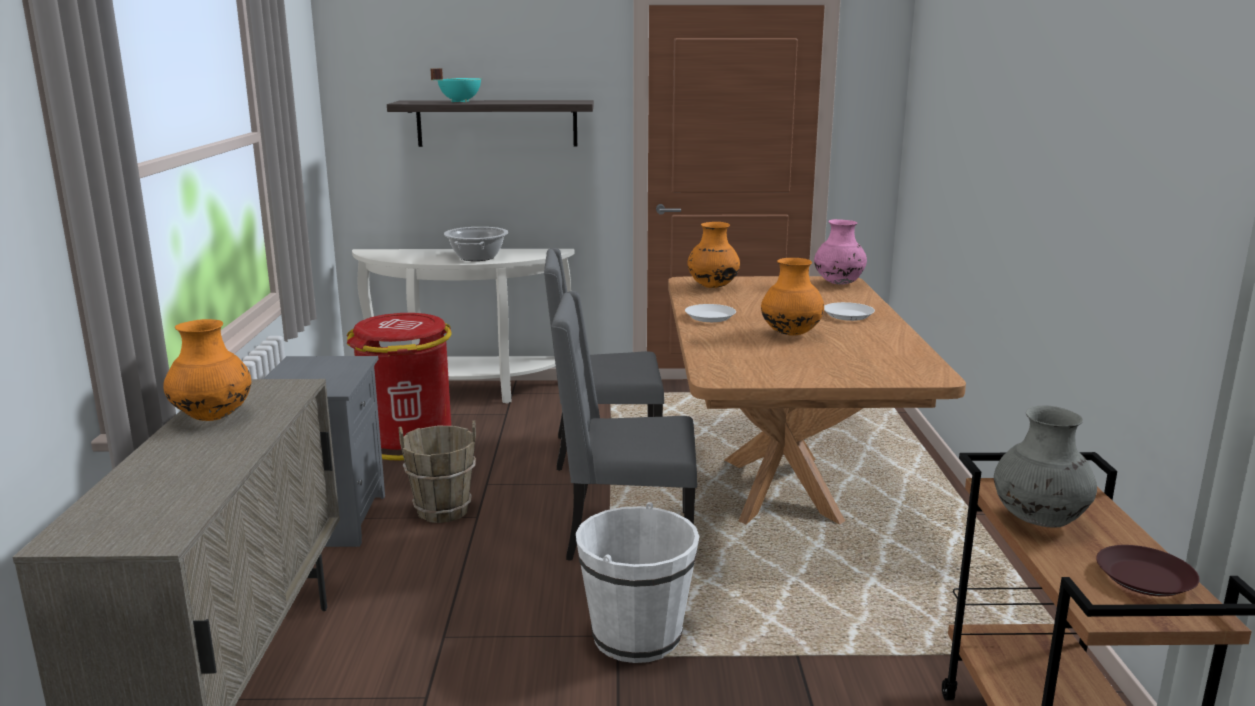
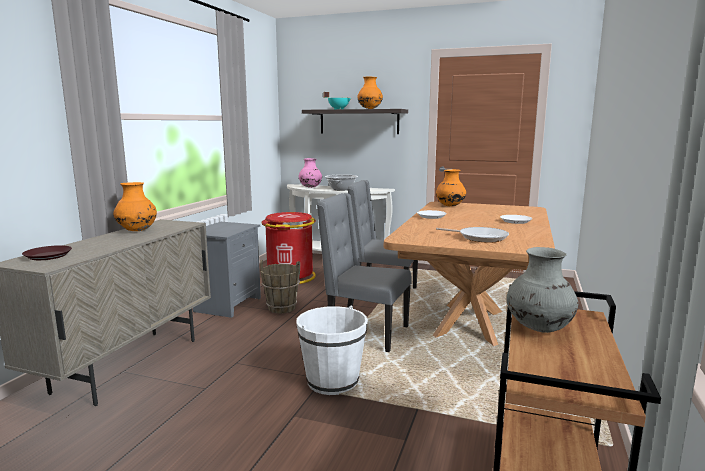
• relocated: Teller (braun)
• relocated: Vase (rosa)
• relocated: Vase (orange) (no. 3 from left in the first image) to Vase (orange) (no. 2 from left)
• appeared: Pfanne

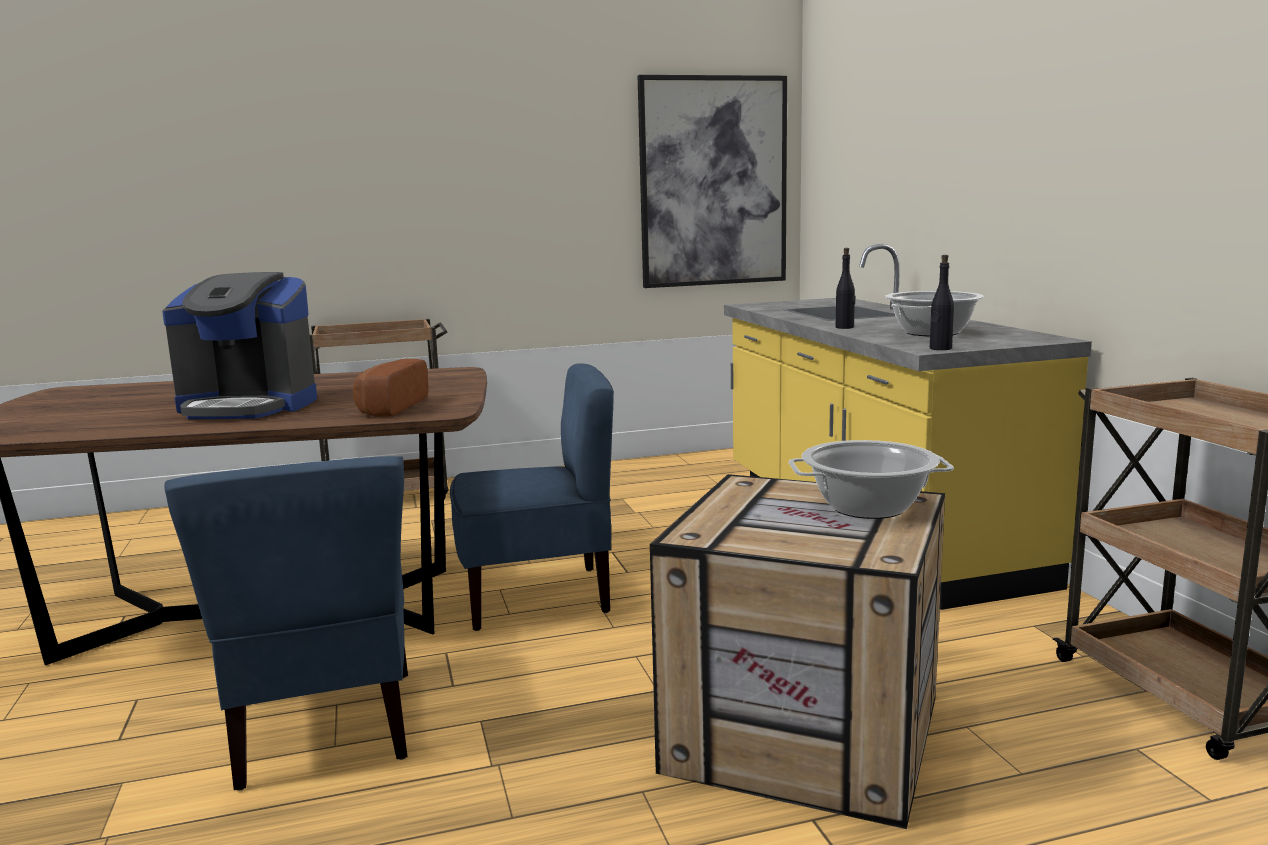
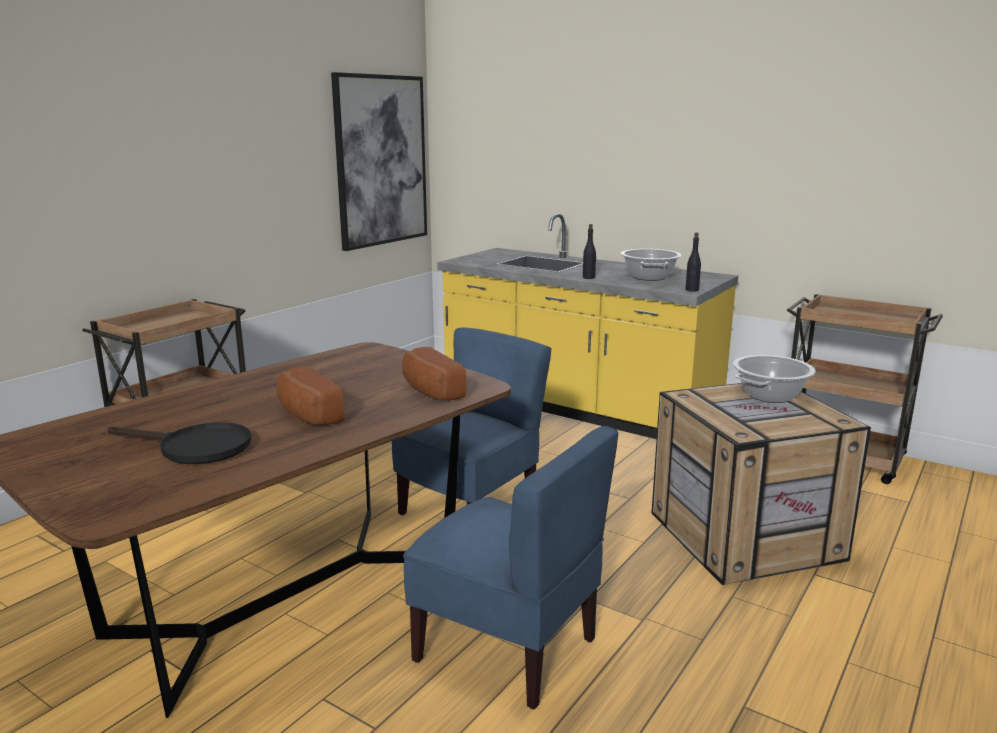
• appeared: Pfanne (schwarz)
• exchanged: Kaffeemaschine to Brot (no. 1 from left)

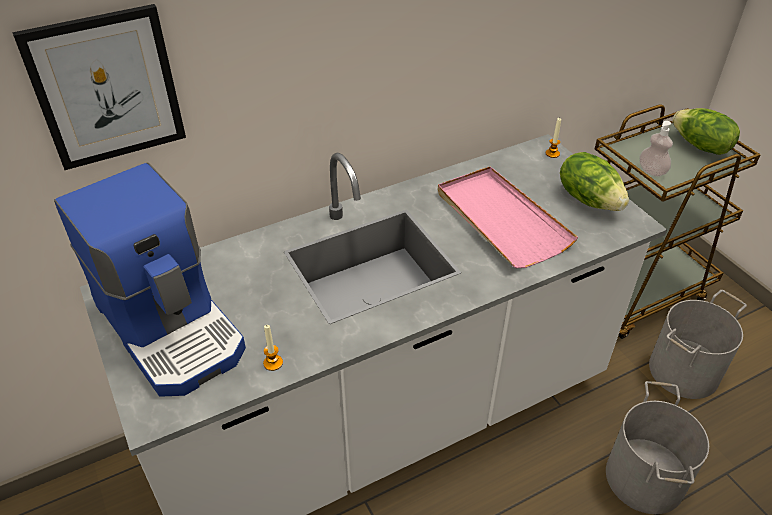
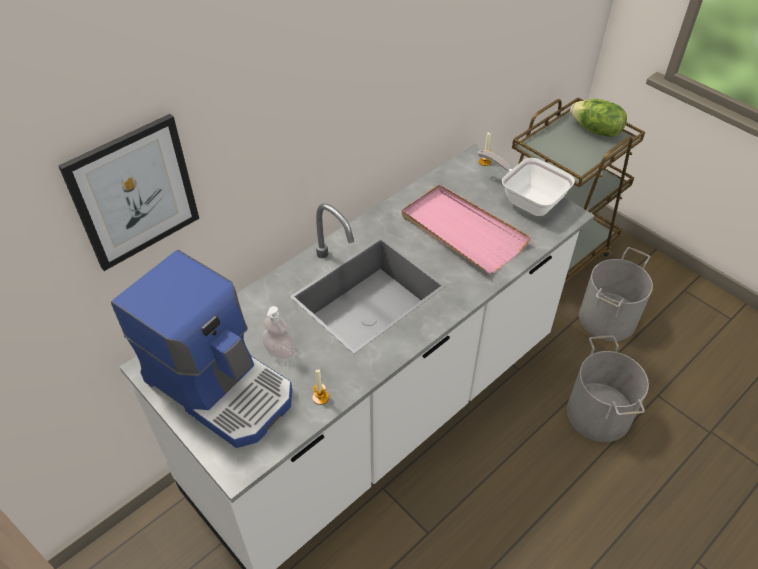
• relocated: Seifenspender
• exchanged: Salatkopf (no. 1 from left) to Pfanne

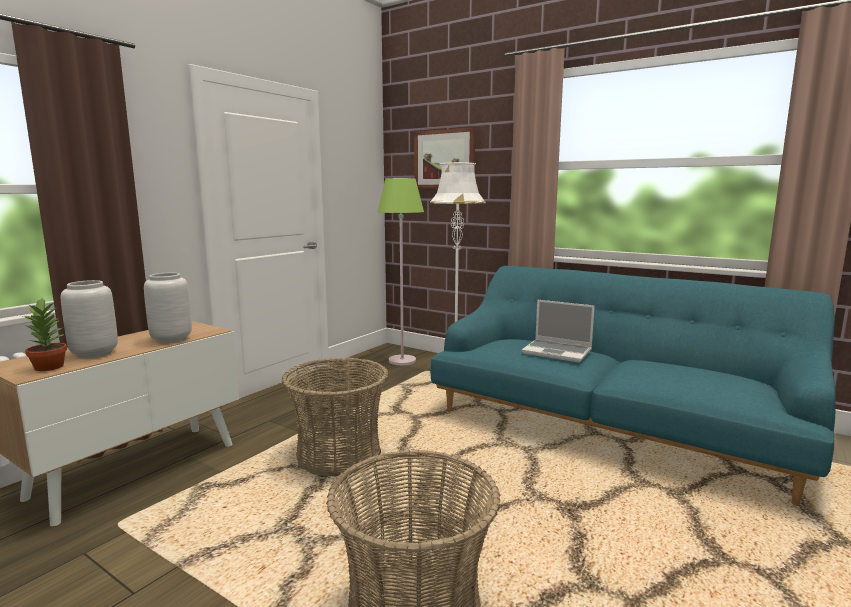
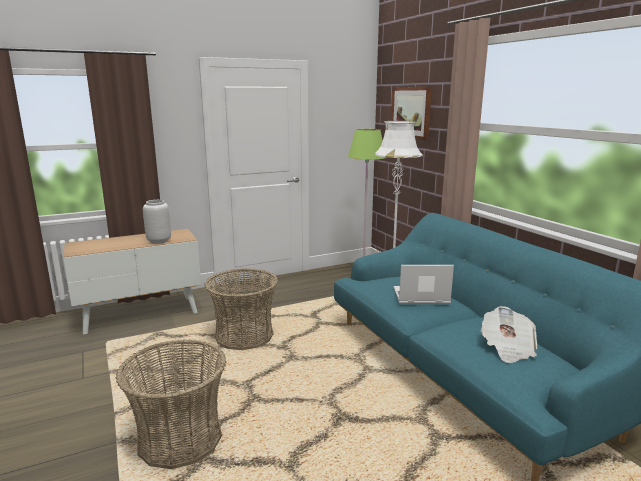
• spun: Laptop 120 degrees clockwise
• appeared: Zeitung
• missing: Topfpflanze
• missing: Vase (grau) (no. 1 from left)

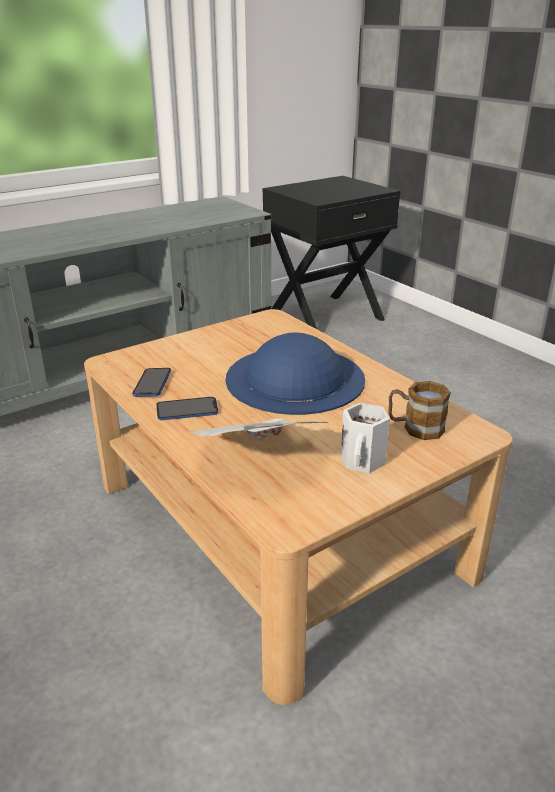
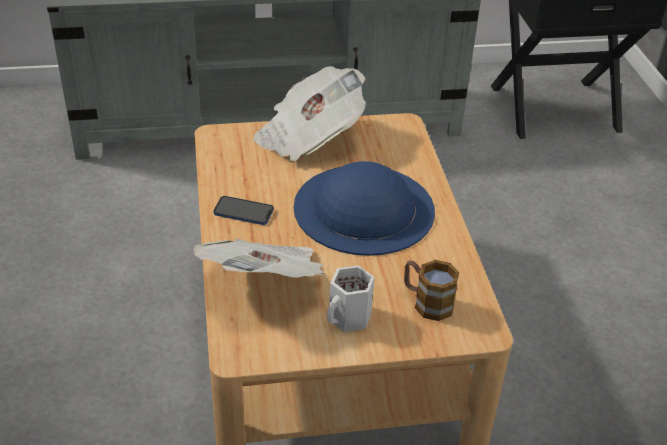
• appeared: Zeitung (no. 2 from left)
• missing: Handy (no. 1 from left)

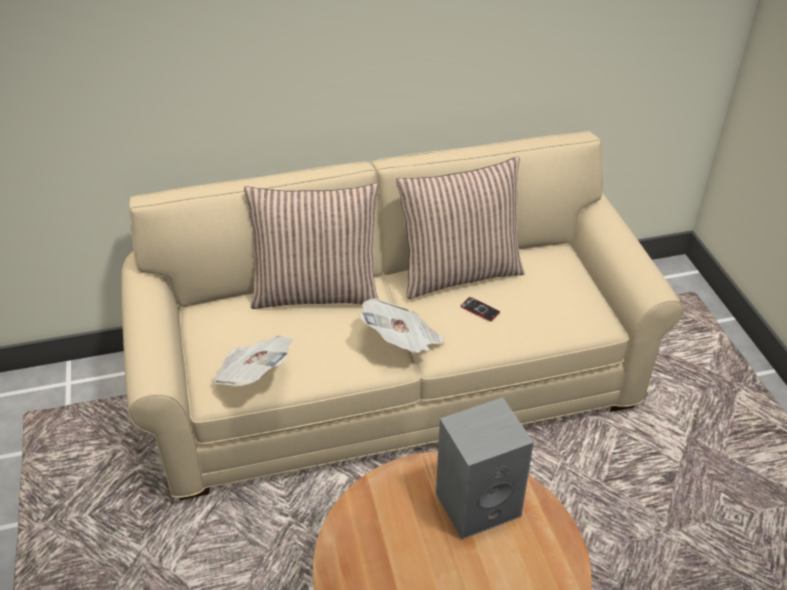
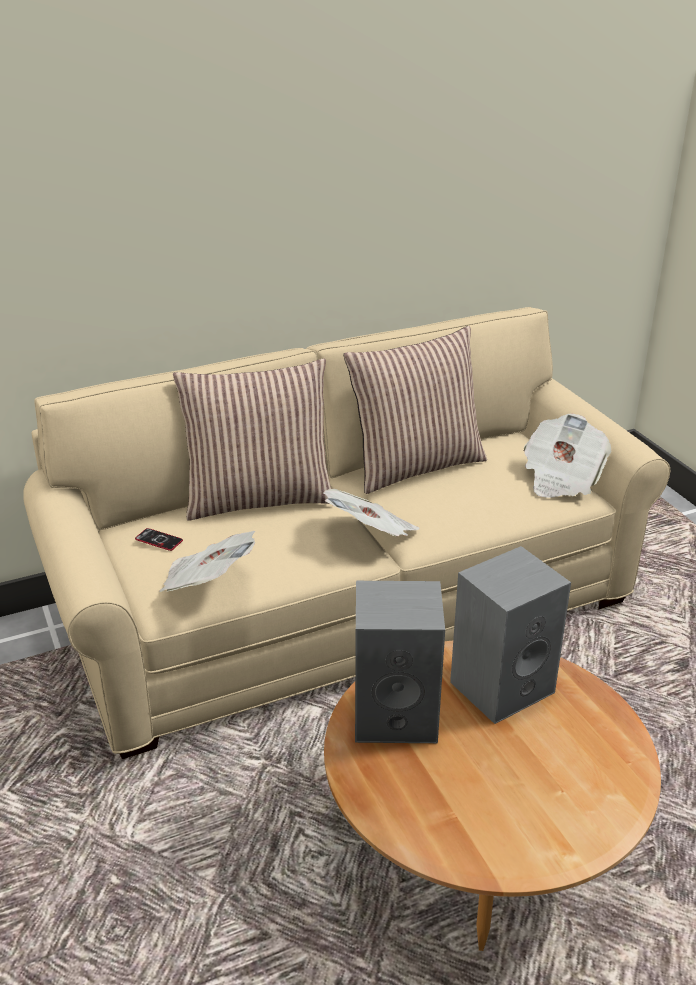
• relocated: Handy
• appeared: Lautsprecher (grau) (no. 1 from left)
• appeared: Zeitung (no. 3 from left)

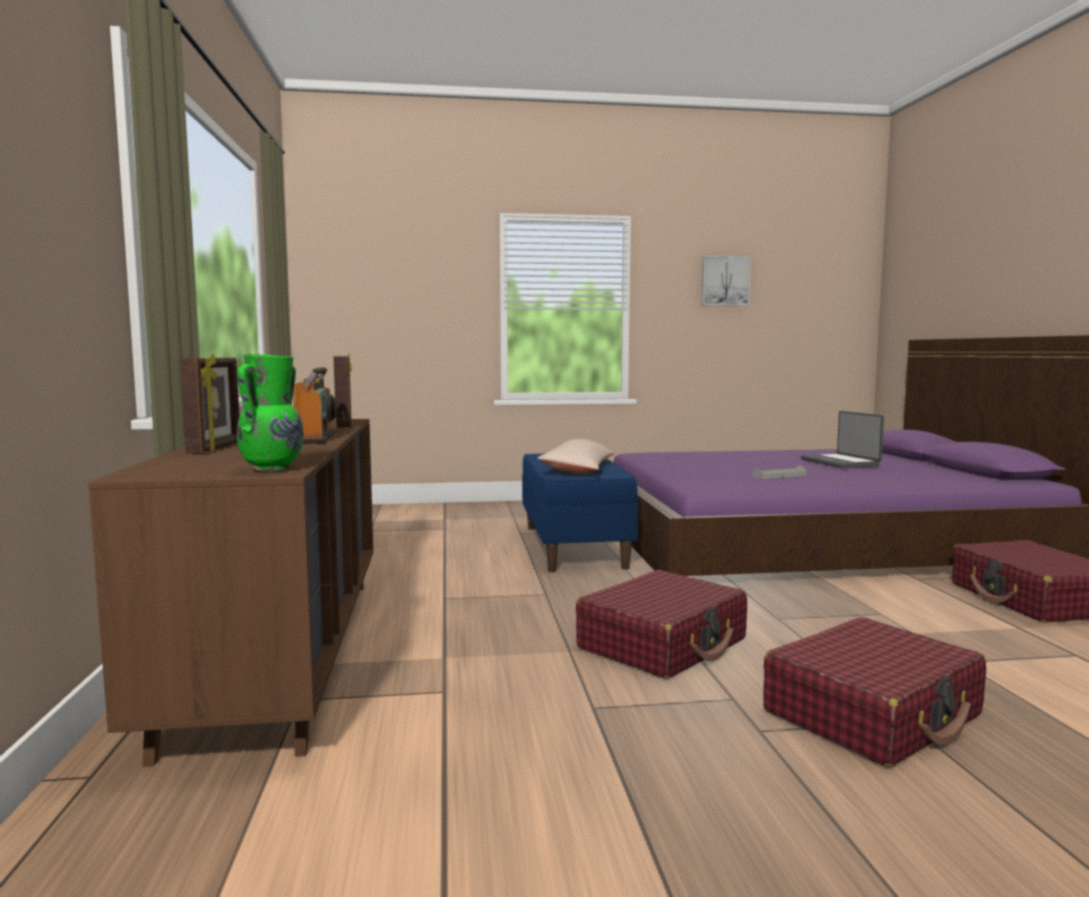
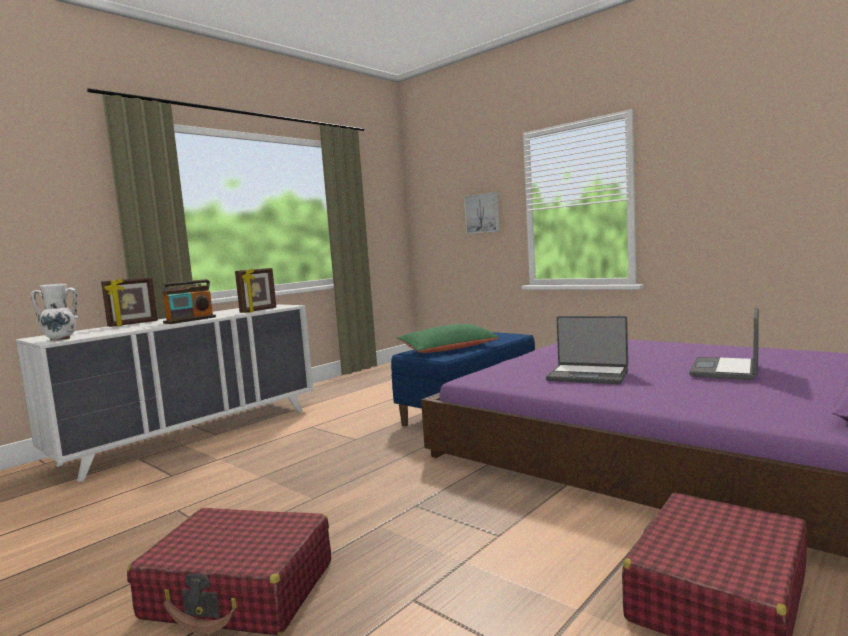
• colour: Kommode (braun) to Kommode (weiß)
• colour: Vase (grün) to Vase (weiß)
• colour: Kissen (beige) to Kissen (grün)
• relocated: Bild
• exchanged: Tablett (grau) to Laptop (no. 1 from left)
• missing: Koffer (rot) (no. 1 from left)

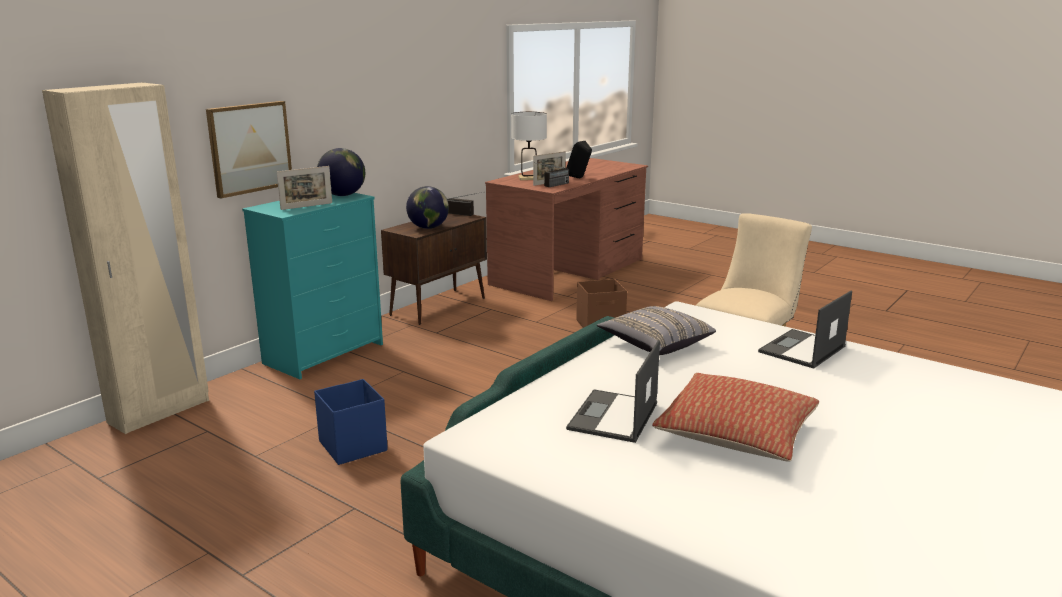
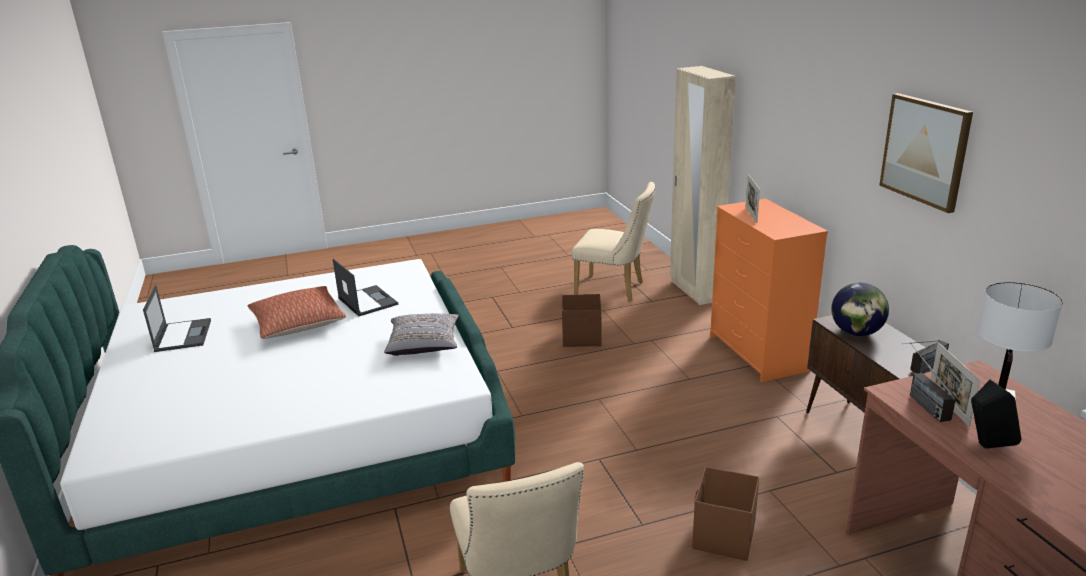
• relocated: Laptop (no. 2 from left in the first image) to Laptop (no. 1 from left)
• colour: Aufbewahrungsbox (blau) to Aufbewahrungsbox (braun) (no. 1 from left)
• appeared: Stuhl (beige) (no. 2 from left)
• colour: Kommode (türkis) to Kommode (orange)
• relocated: Bild
• missing: Globus (no. 1 from left)

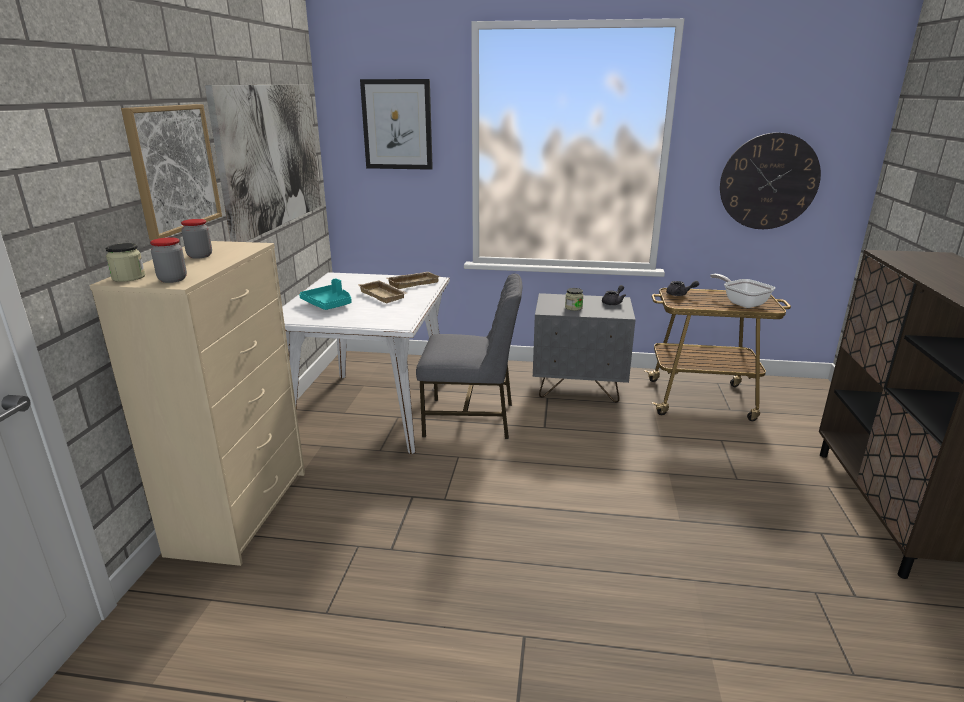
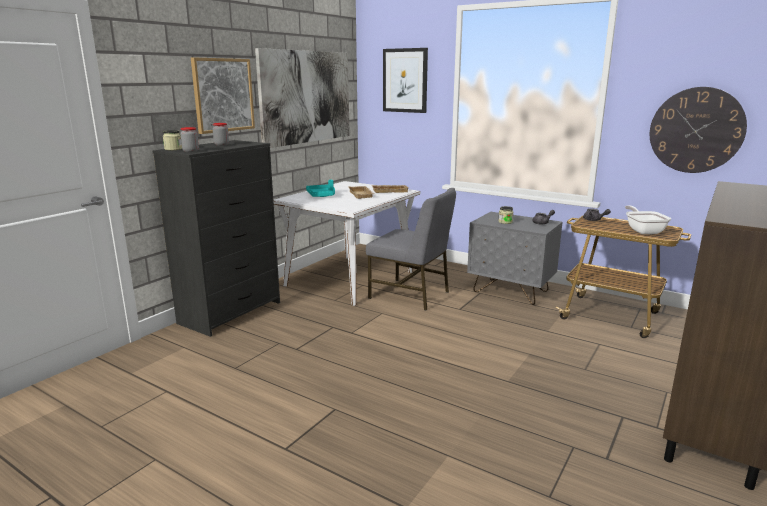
• colour: Kommode (beige) to Kommode (schwarz)

